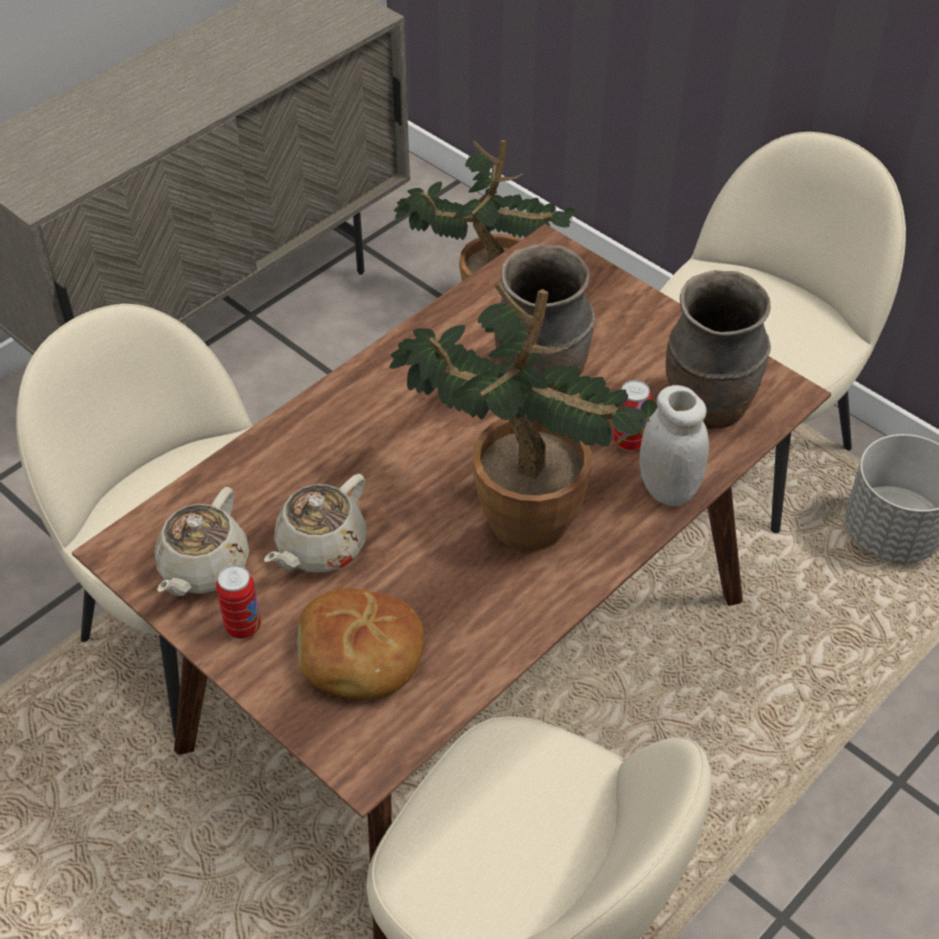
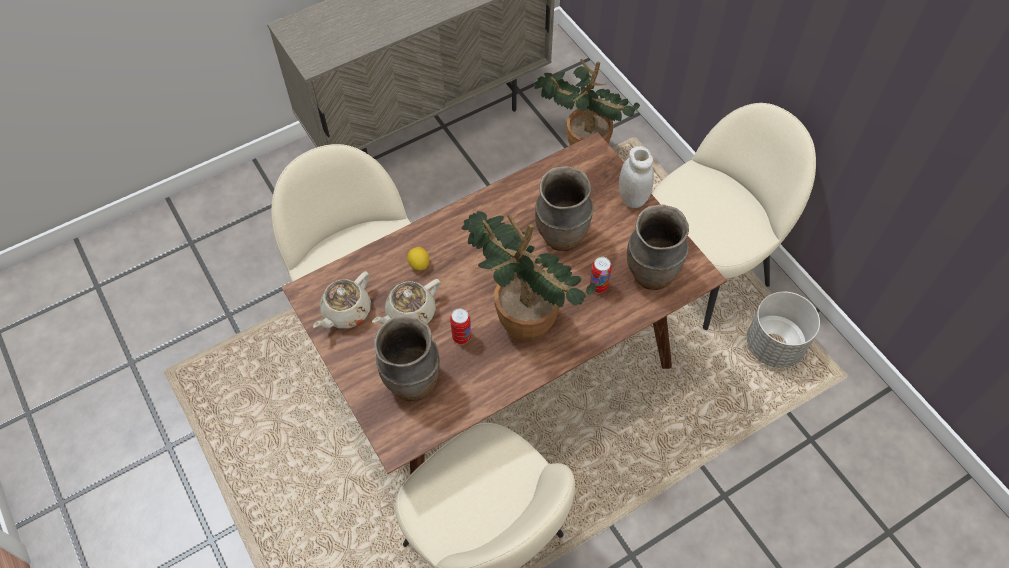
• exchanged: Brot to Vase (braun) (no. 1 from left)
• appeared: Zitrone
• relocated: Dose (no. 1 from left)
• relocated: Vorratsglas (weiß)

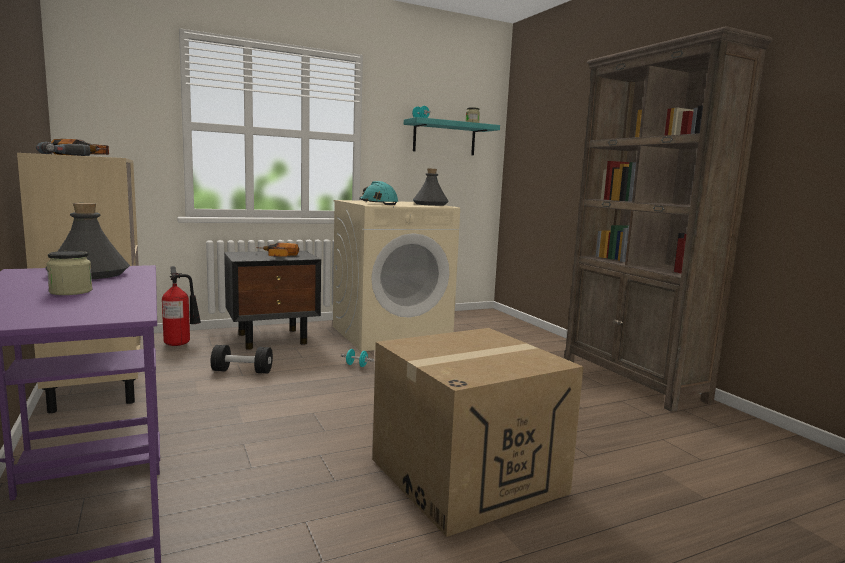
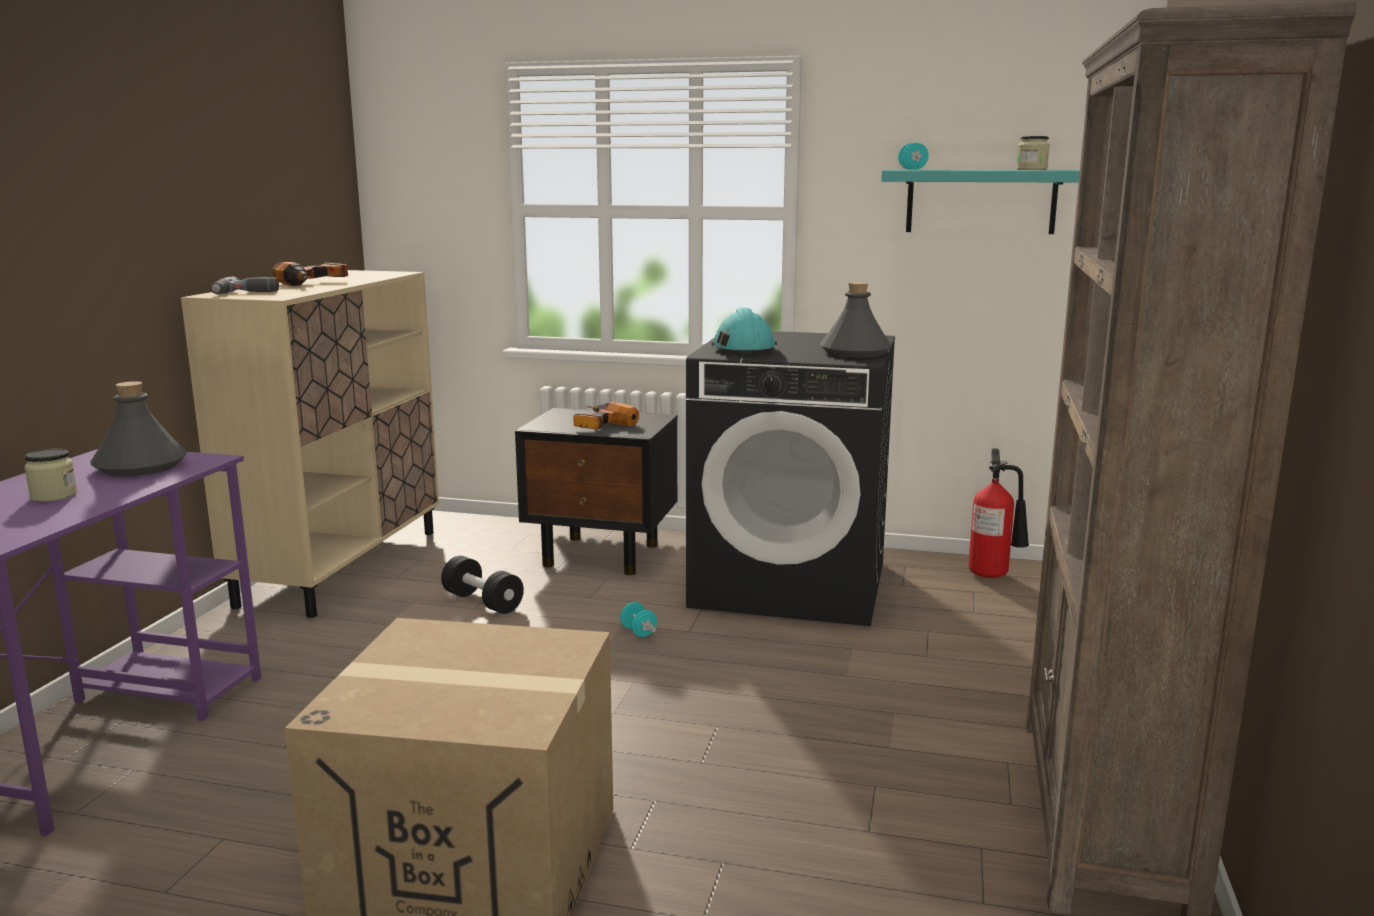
• colour: Waschmaschine (beige) to Waschmaschine (schwarz)
• relocated: Feuerlöscher

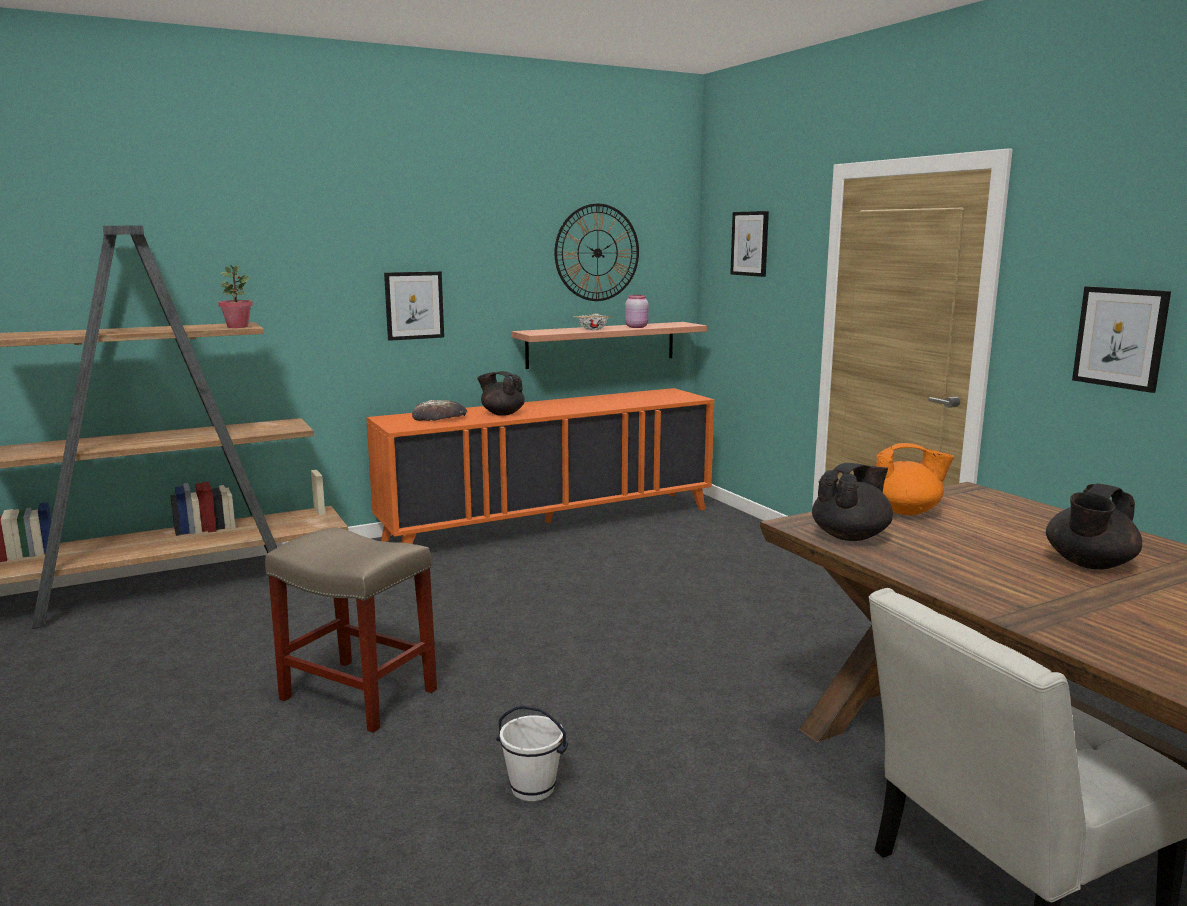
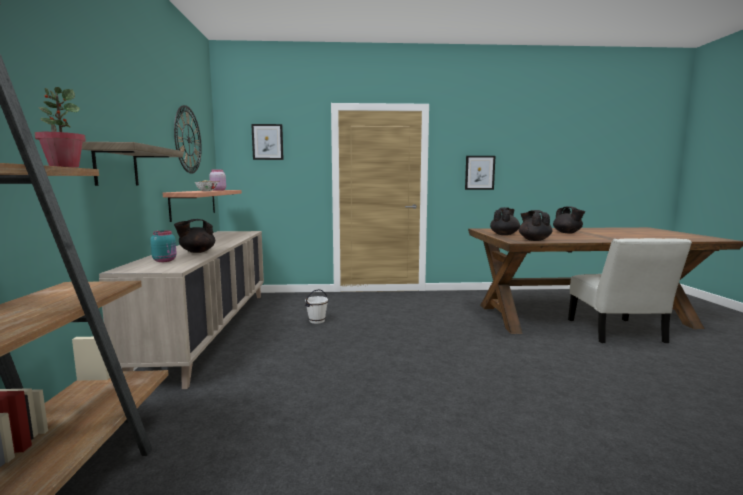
• exchanged: Bild (no. 1 from left) to Wandregal (no. 1 from left)
• colour: Schrank (orange) to Schrank (beige)
• exchanged: Brot to Vorratsglas (türkis)
• relocated: Eimer (weiß)
• colour: Teekanne (orange) to Teekanne (schwarz) (no. 2 from left)
• missing: Hocker (beige)

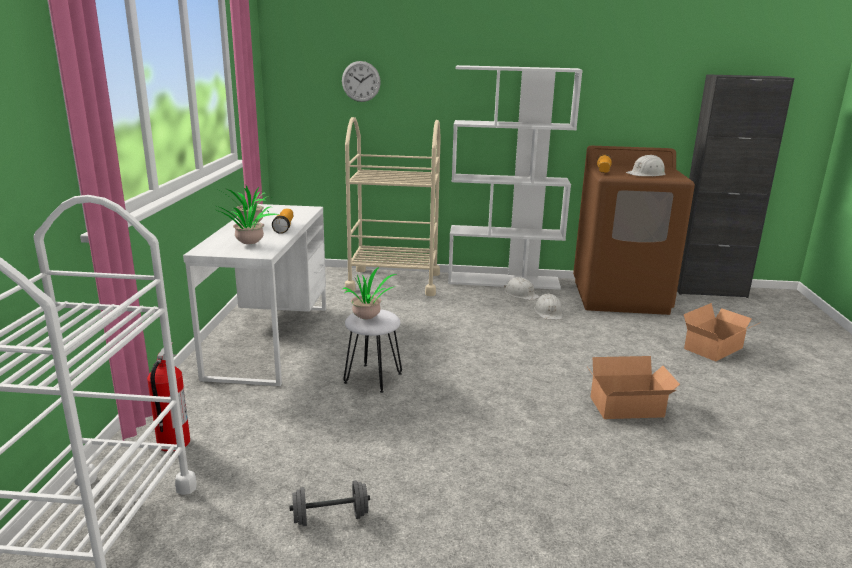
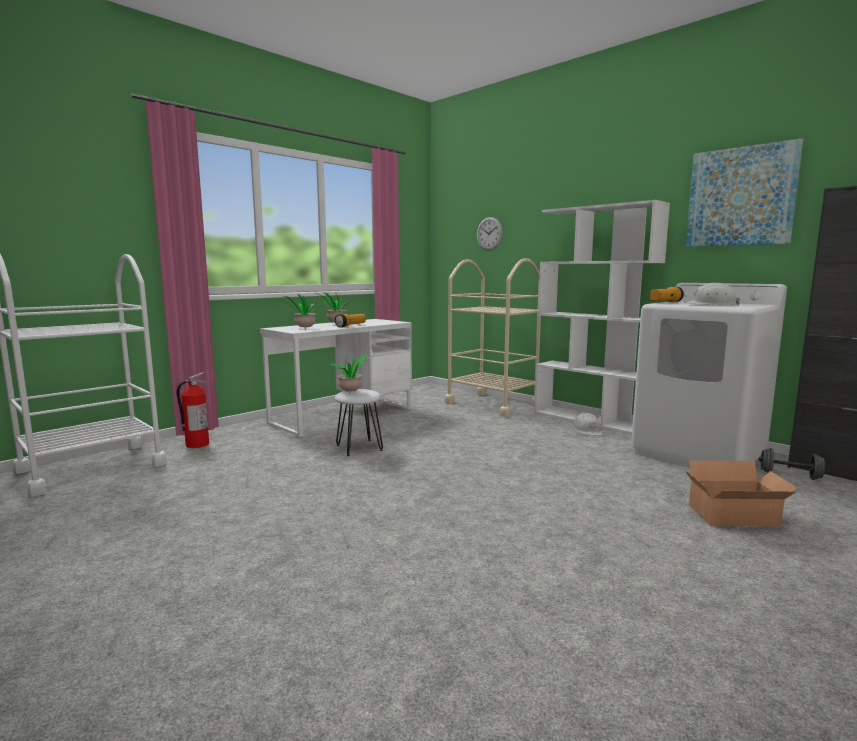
• colour: Waschmaschine (braun) to Waschmaschine (weiß)
• appeared: Bild
• relocated: Hantel (grau)
• missing: Schutzhelm (weiß) (no. 2 from left)
• missing: Karton (no. 1 from left)

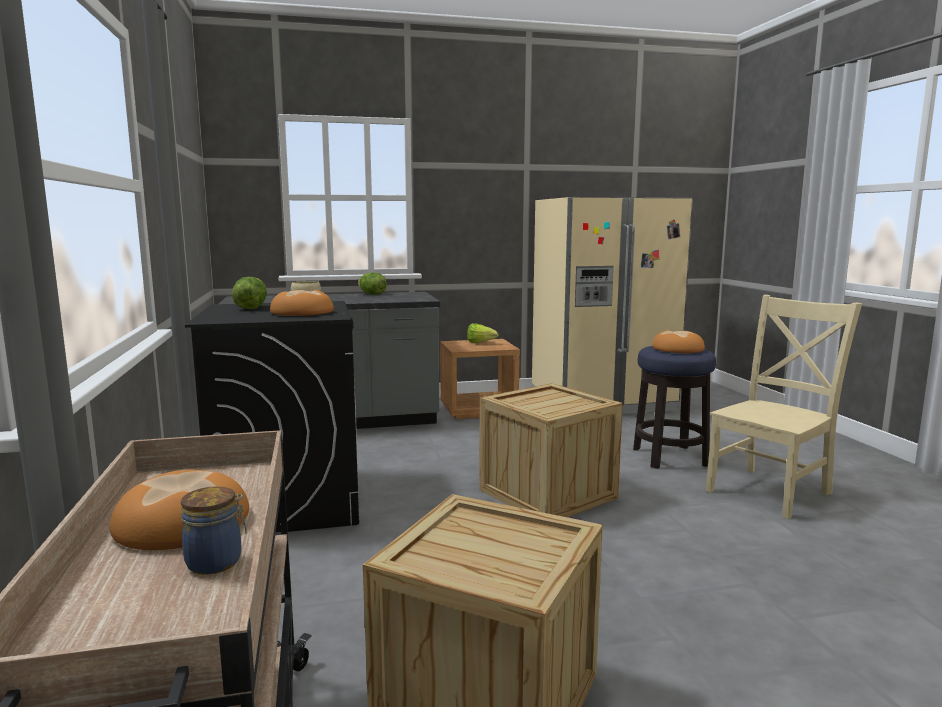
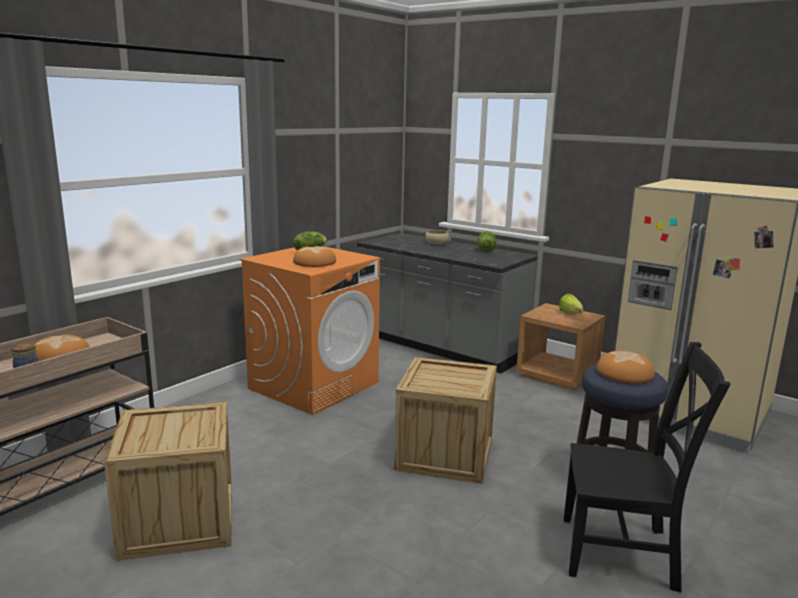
• colour: Waschmaschine (schwarz) to Waschmaschine (orange)
• colour: Stuhl (beige) to Stuhl (schwarz)

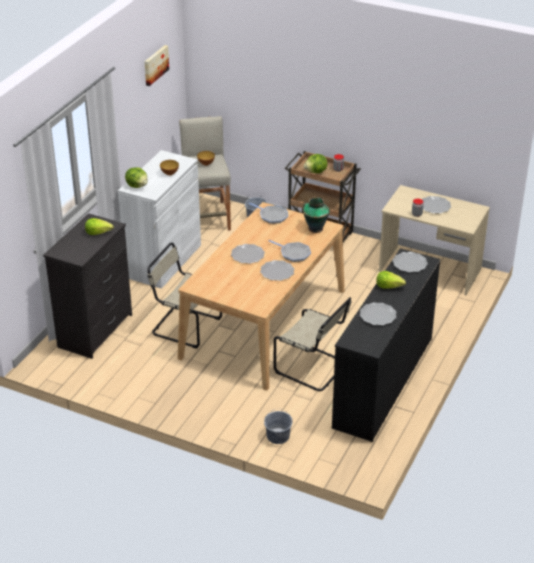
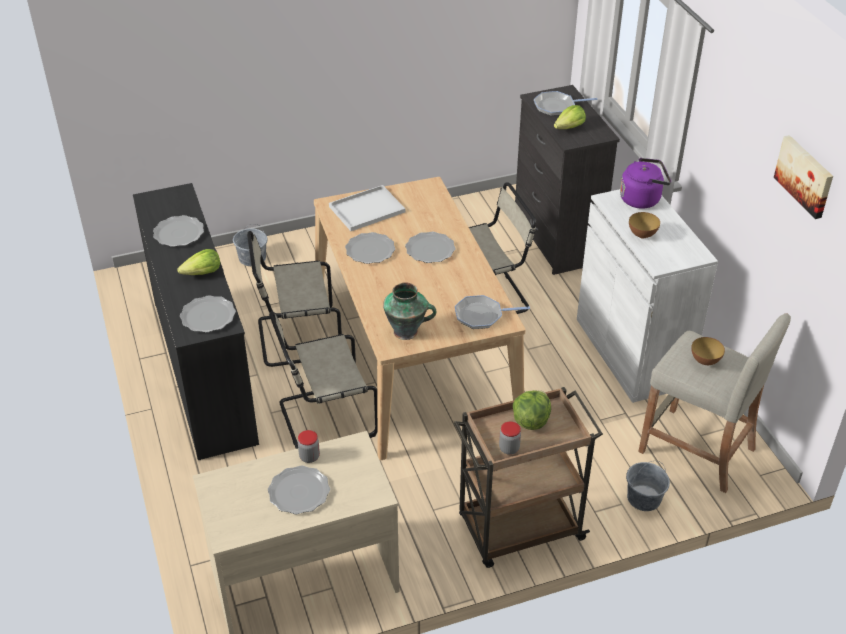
• appeared: Stuhl (beige) (no. 2 from left)
• appeared: Tablett (weiß)
• relocated: Pfanne (no. 2 from left)
• exchanged: Salatkopf (no. 2 from left) to Wasserkessel (lila)

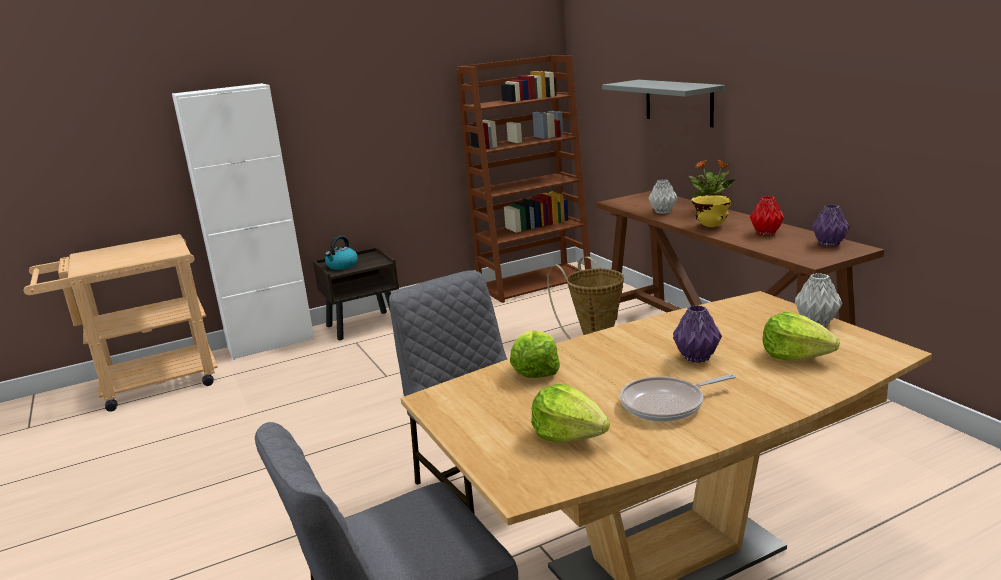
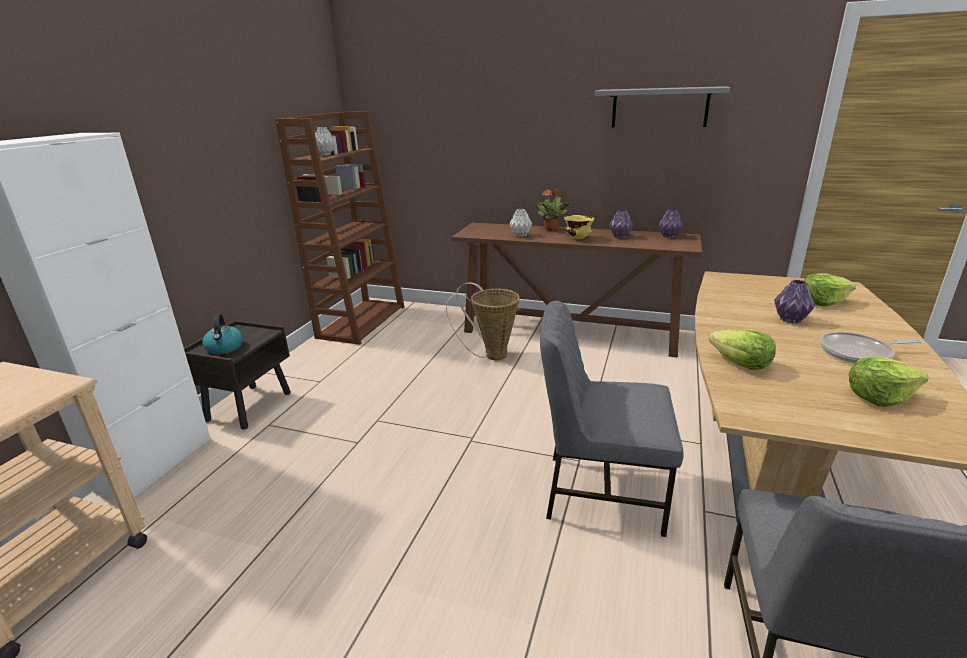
• relocated: Vase (grau) (no. 2 from left in the first image) to Vase (grau) (no. 1 from left)
• relocated: Wandregal (grau)
• colour: Vase (rot) to Vase (lila) (no. 1 from left)
• spun: Pfanne 60 degrees clockwise

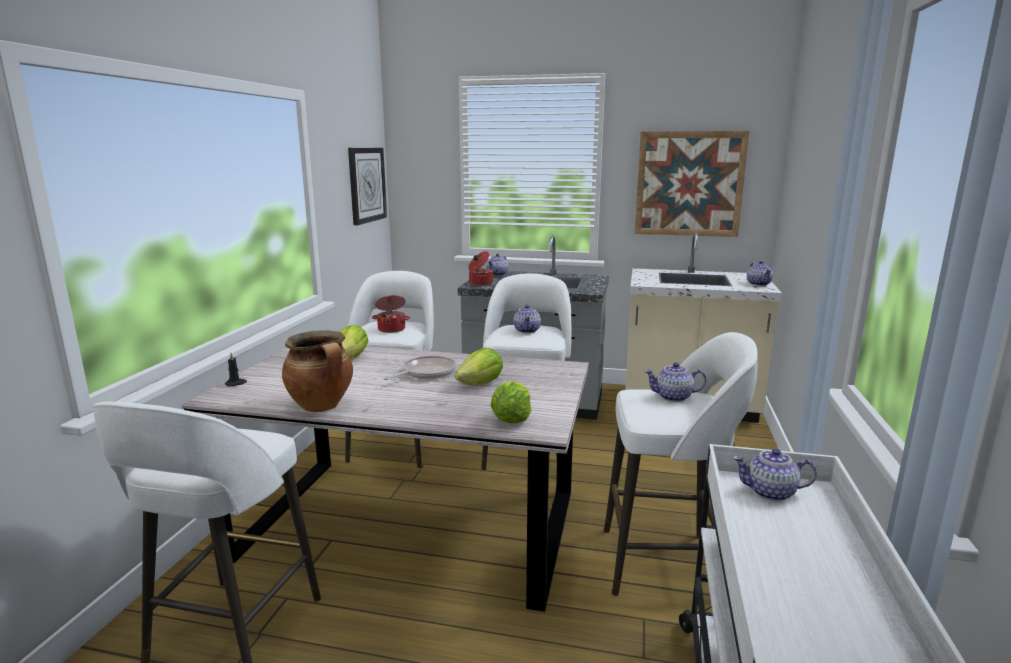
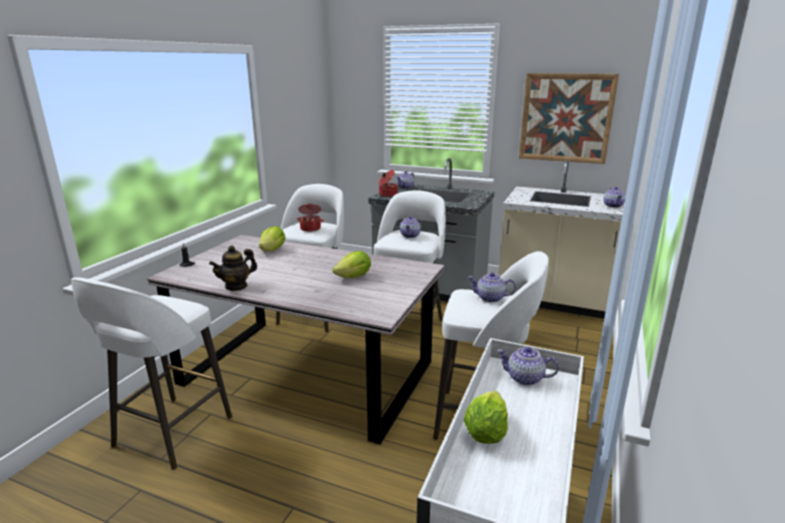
• exchanged: Kochtopf (no. 1 from left) to Teekanne (no. 1 from left)
• relocated: Salatkopf (no. 3 from left)
• missing: Wanduhr
• missing: Pfanne

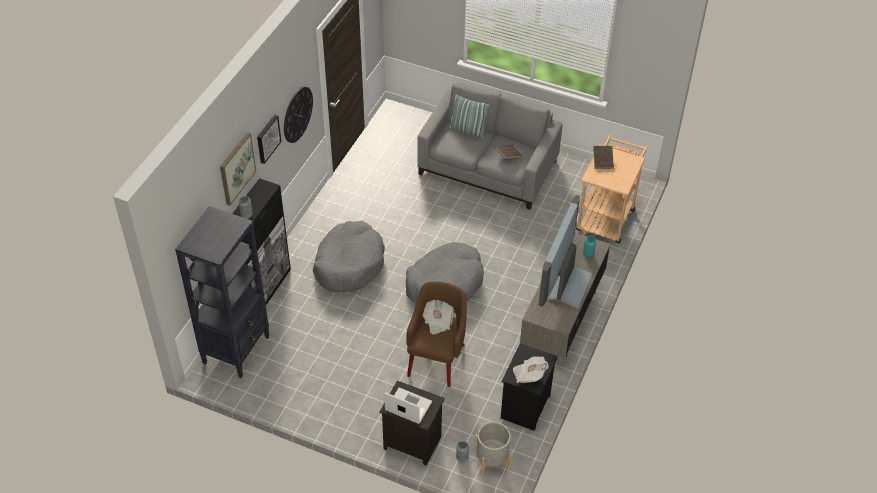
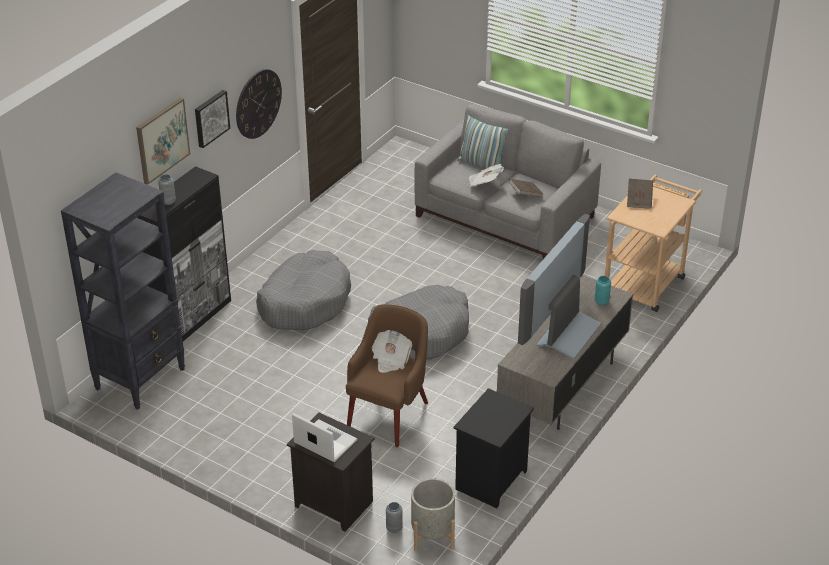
• relocated: Zeitung (no. 2 from left)

